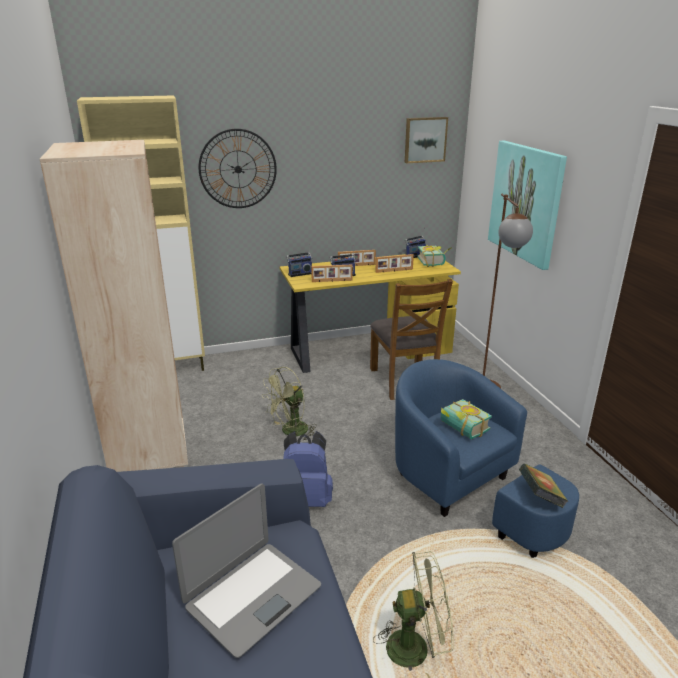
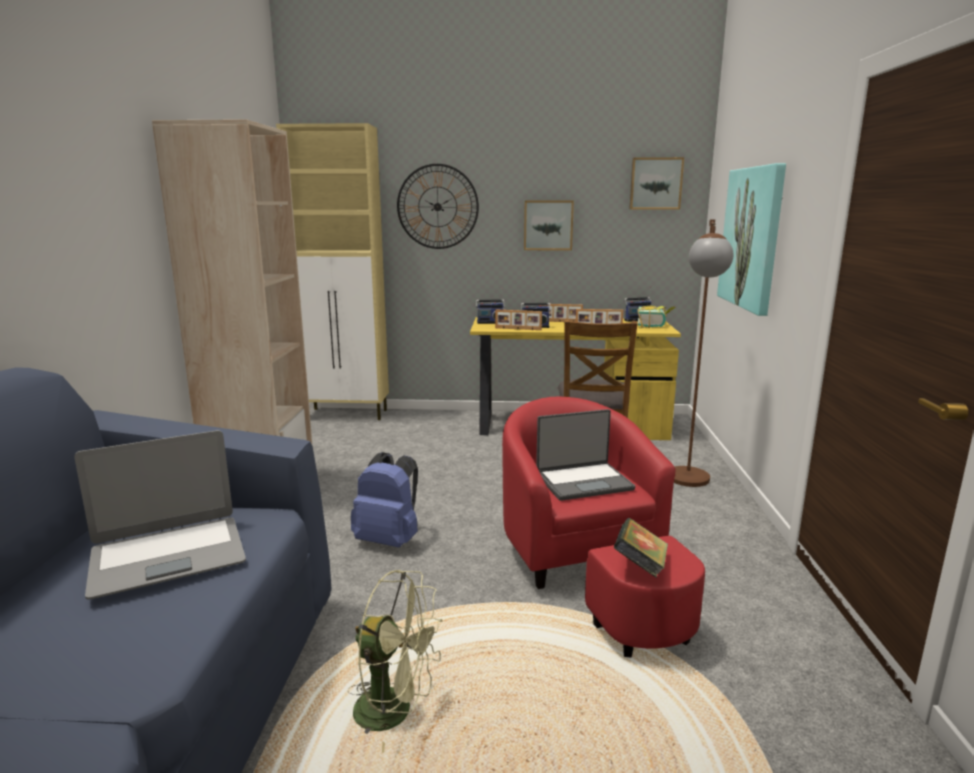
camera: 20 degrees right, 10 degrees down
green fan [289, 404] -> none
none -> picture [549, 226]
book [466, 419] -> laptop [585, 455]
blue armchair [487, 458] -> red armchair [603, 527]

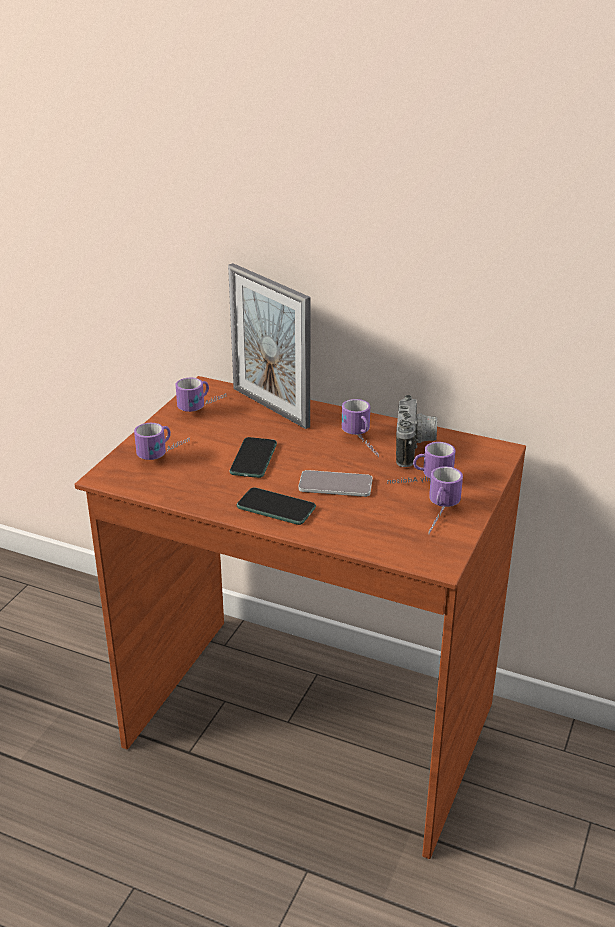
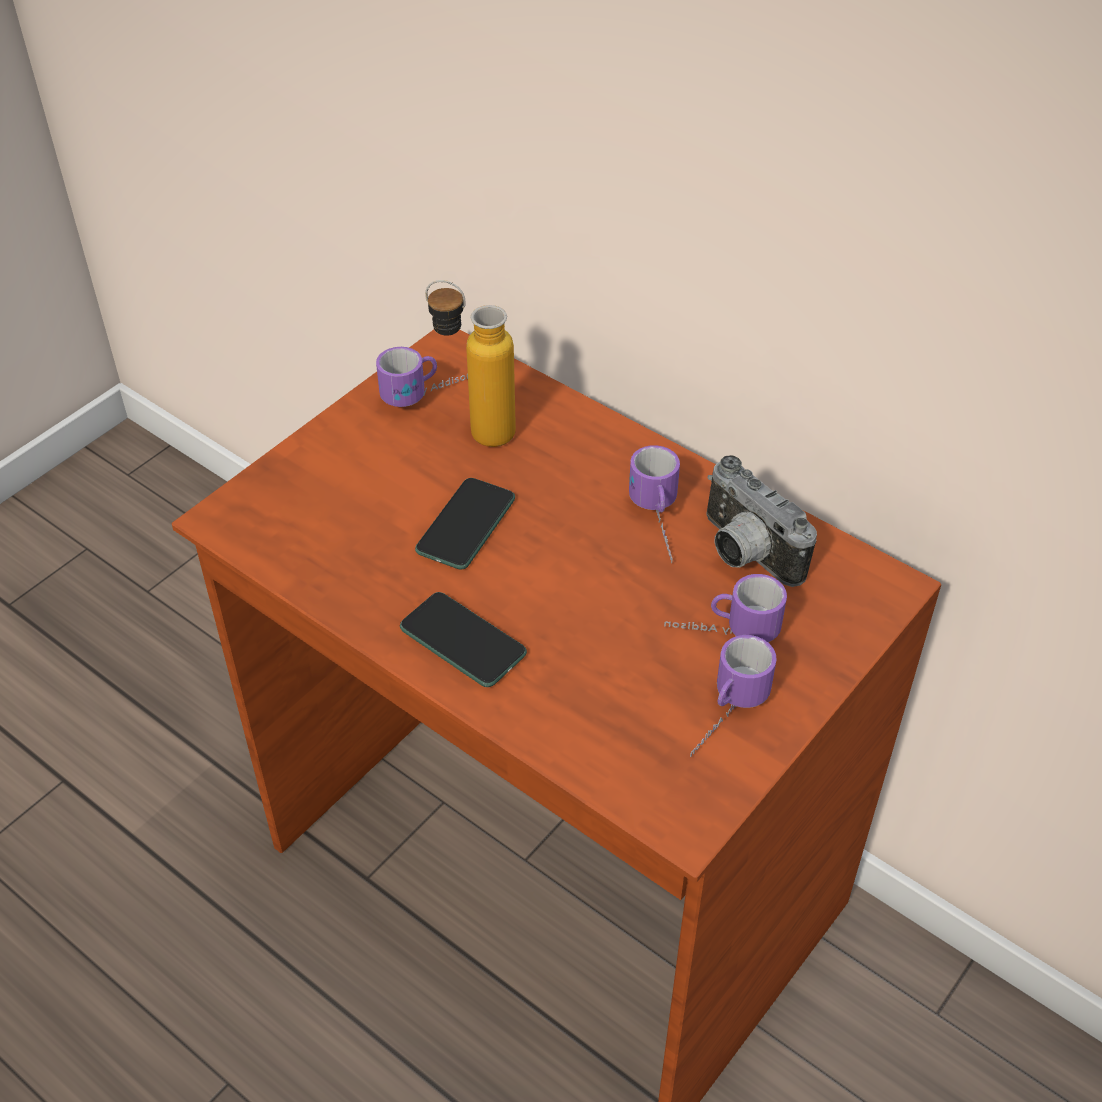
camera: 15 degrees right, 15 degrees up
mug [162, 441] -> none
picture frame [269, 346] -> none
phone [335, 483] -> none
none -> bottle [470, 363]
photo camera [416, 431] -> photo camera [761, 521], 120 degrees clockwise

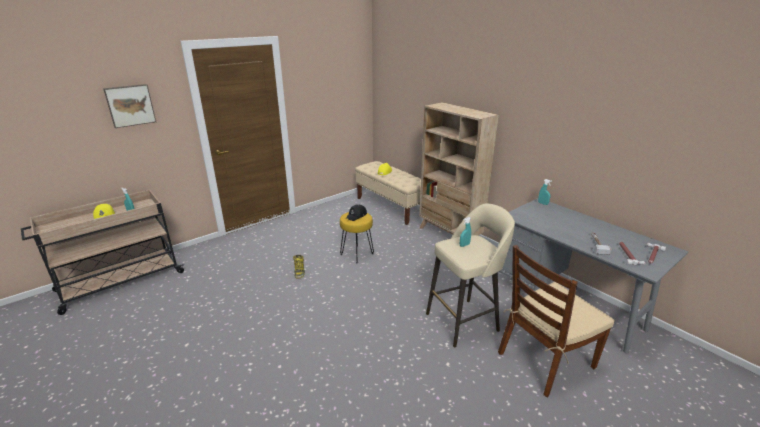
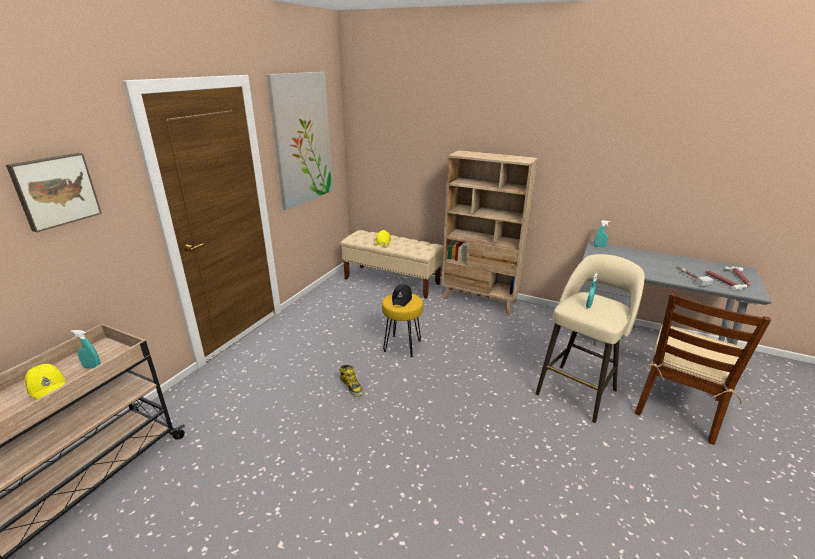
camera: 25 degrees left, 0 degrees up
none -> picture [300, 141]

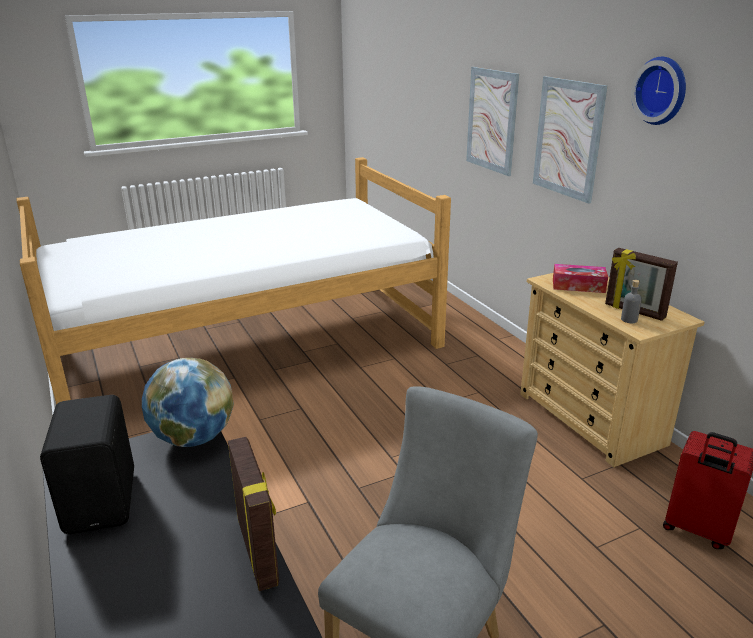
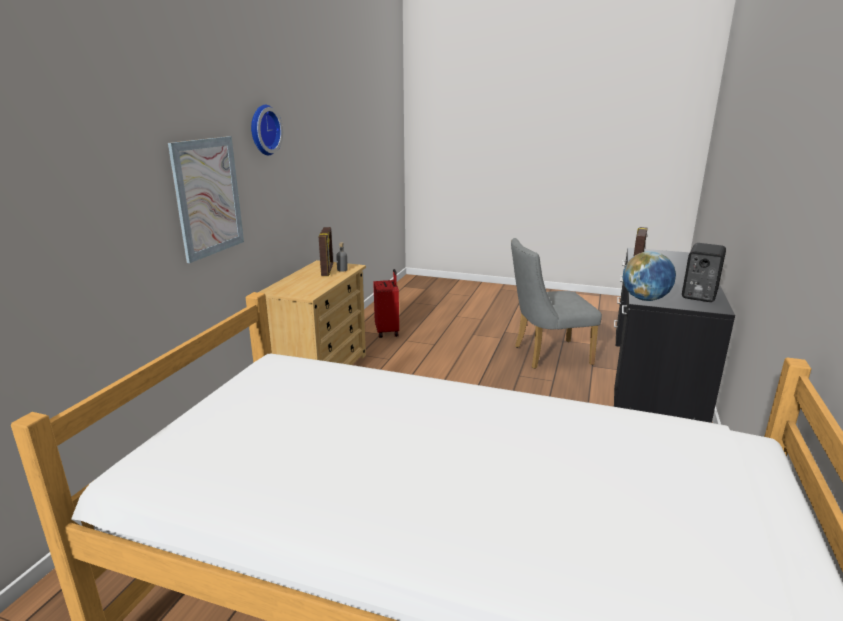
camera: 135 degrees left, 5 degrees down
picture [492, 121] -> none
tissue box [580, 278] -> none

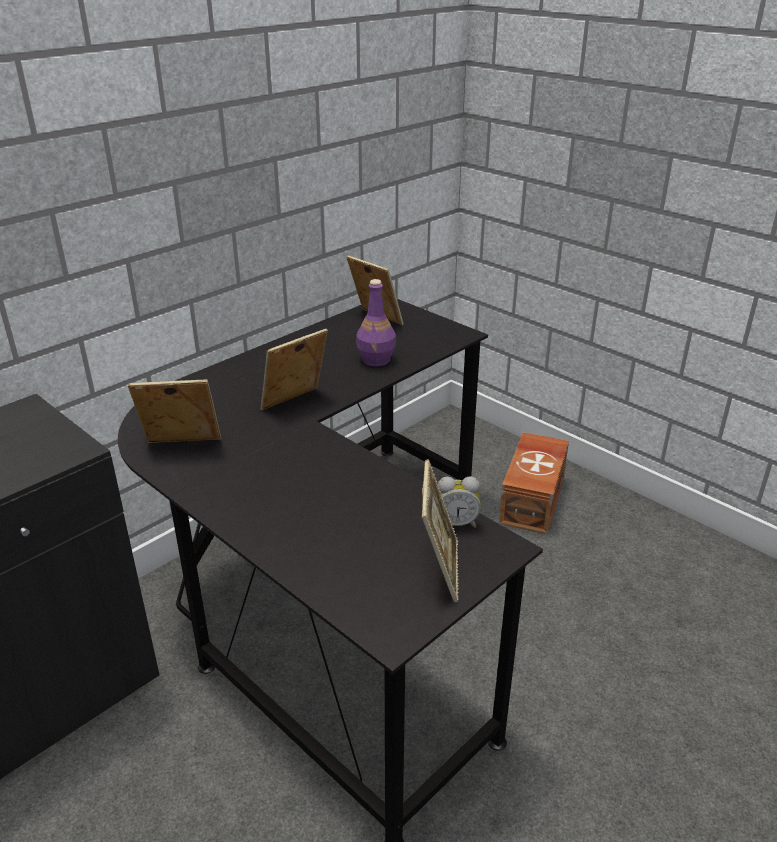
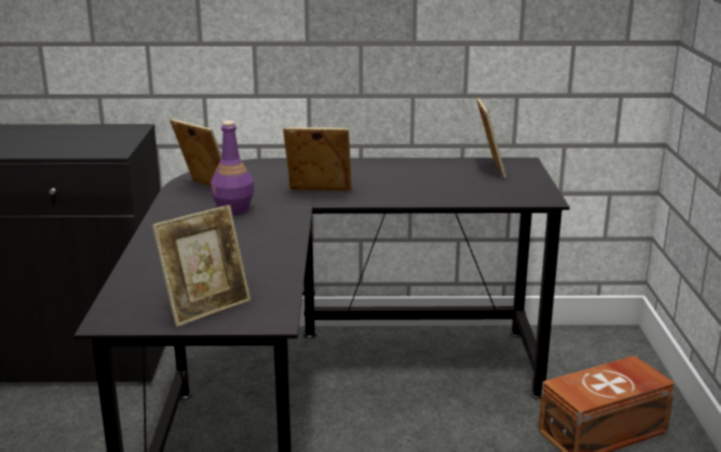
camera: 45 degrees right, 10 degrees down
alarm clock [459, 502] -> none
purple bottle [376, 323] -> purple bottle [232, 168], relocated

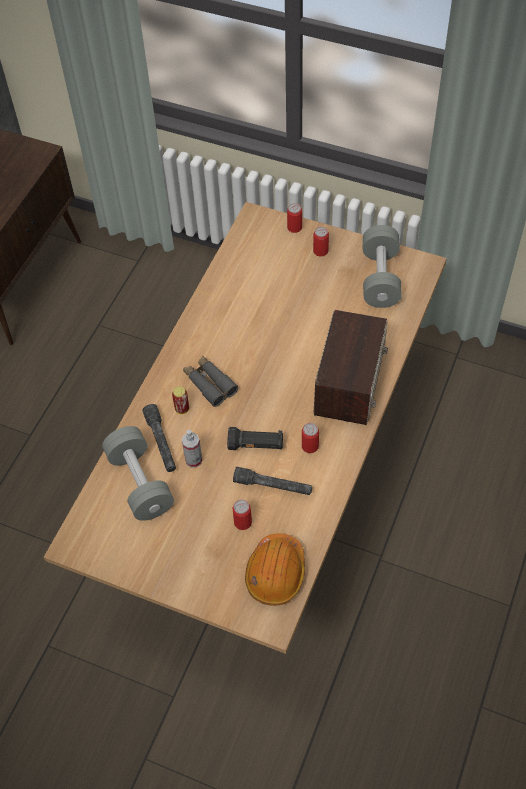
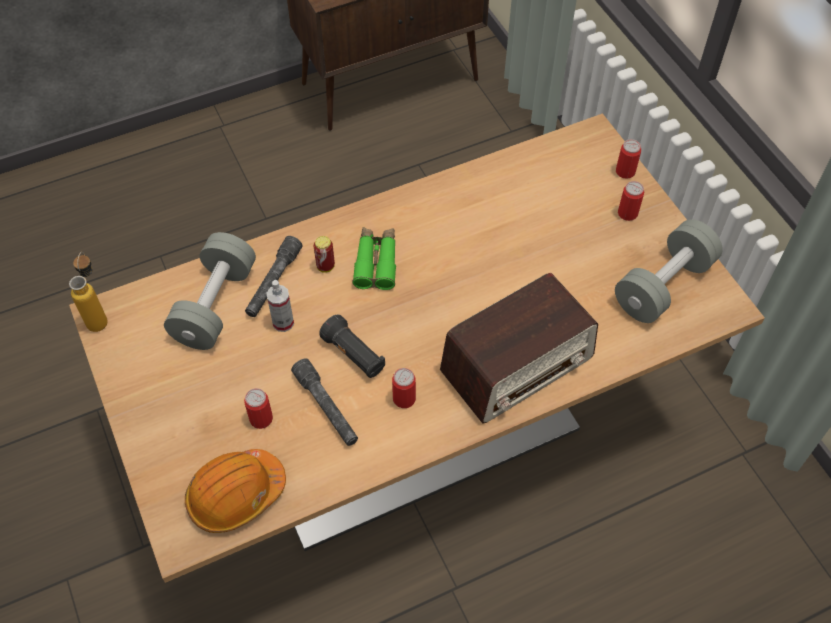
camera: 40 degrees right, 0 degrees up
none -> bottle [88, 292]
grey binoculars [210, 381] -> green binoculars [374, 258]

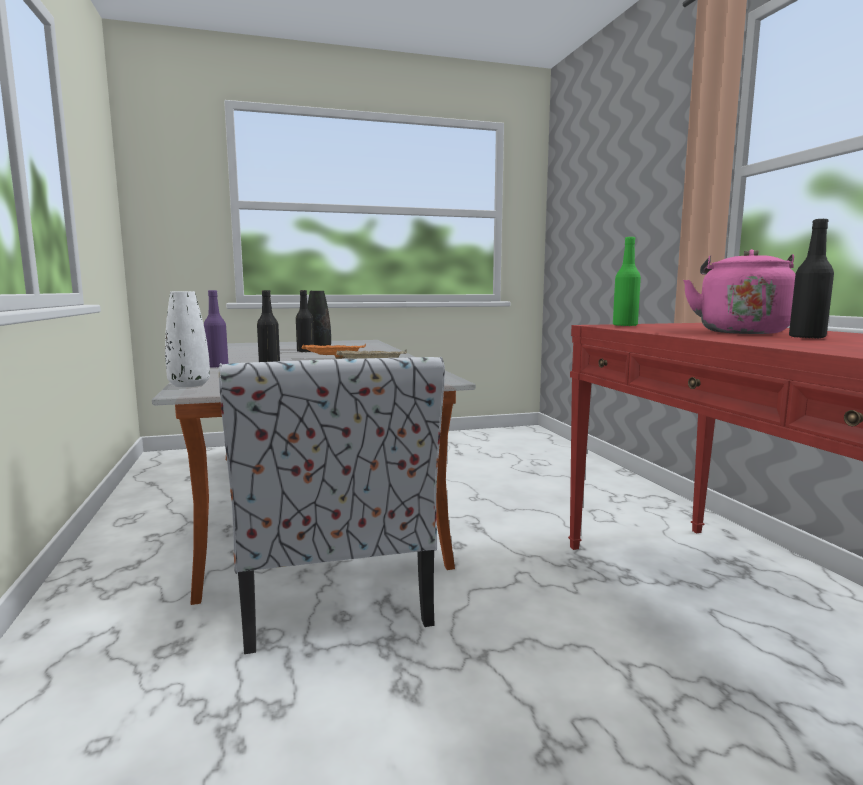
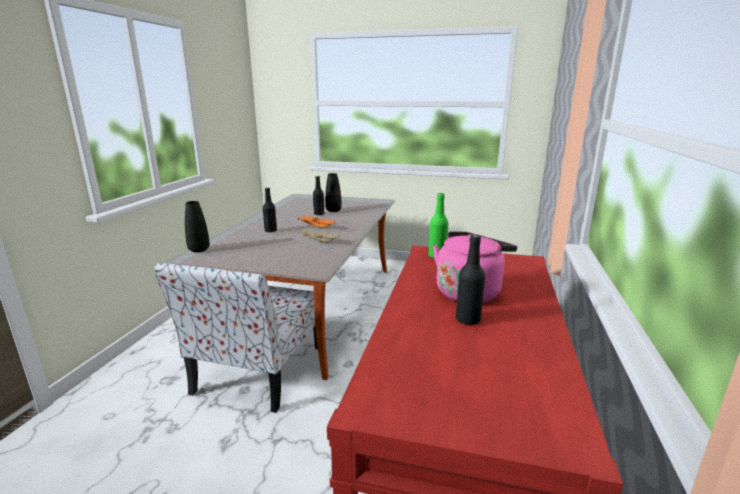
camera: 30 degrees right, 10 degrees up
purple bottle [216, 329] -> none
white vase [187, 339] -> black vase [197, 226]

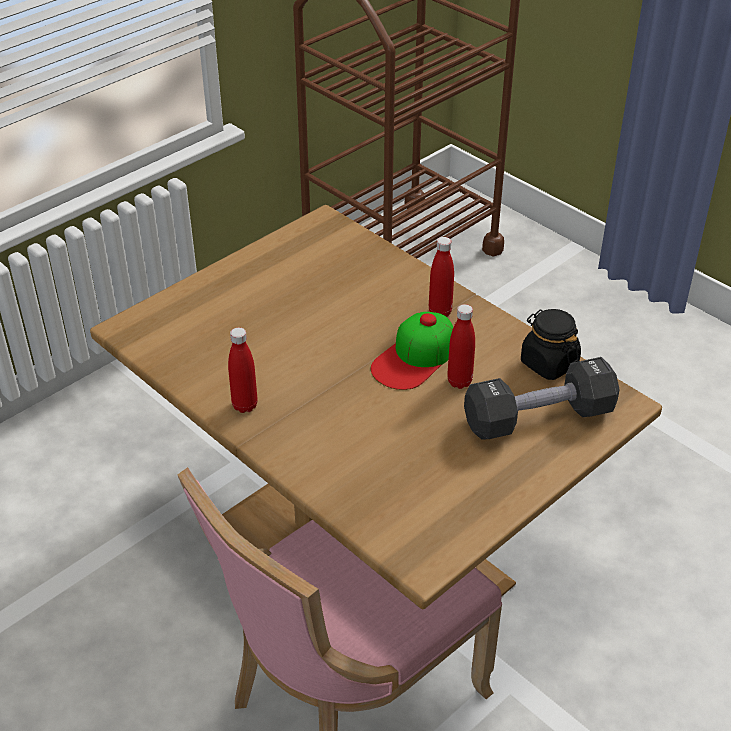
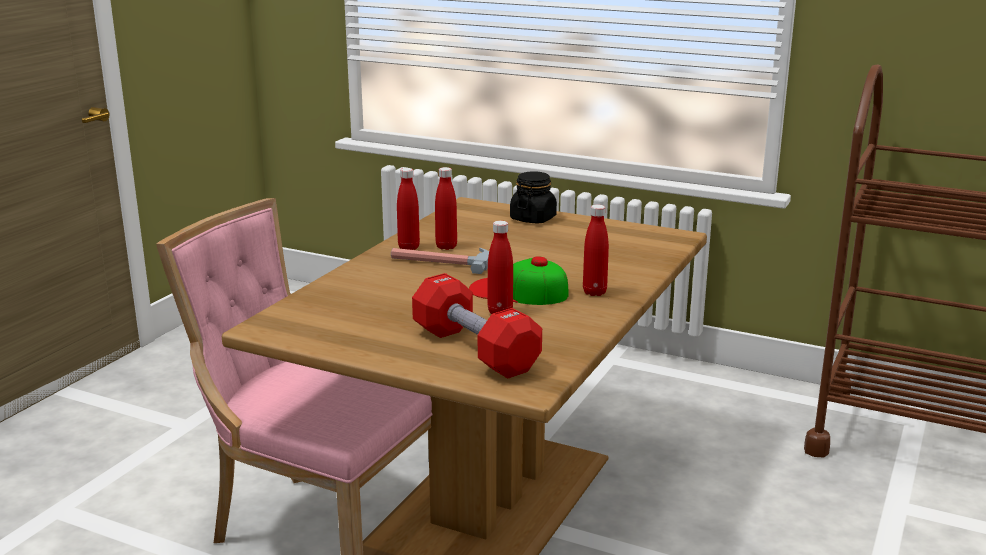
camera: 70 degrees right, 20 degrees down
none -> hammer [440, 261]
none -> red bottle [446, 208]
black jar [551, 344] -> black jar [533, 197], relocated
black dumbbell [542, 398] -> red dumbbell [477, 325]

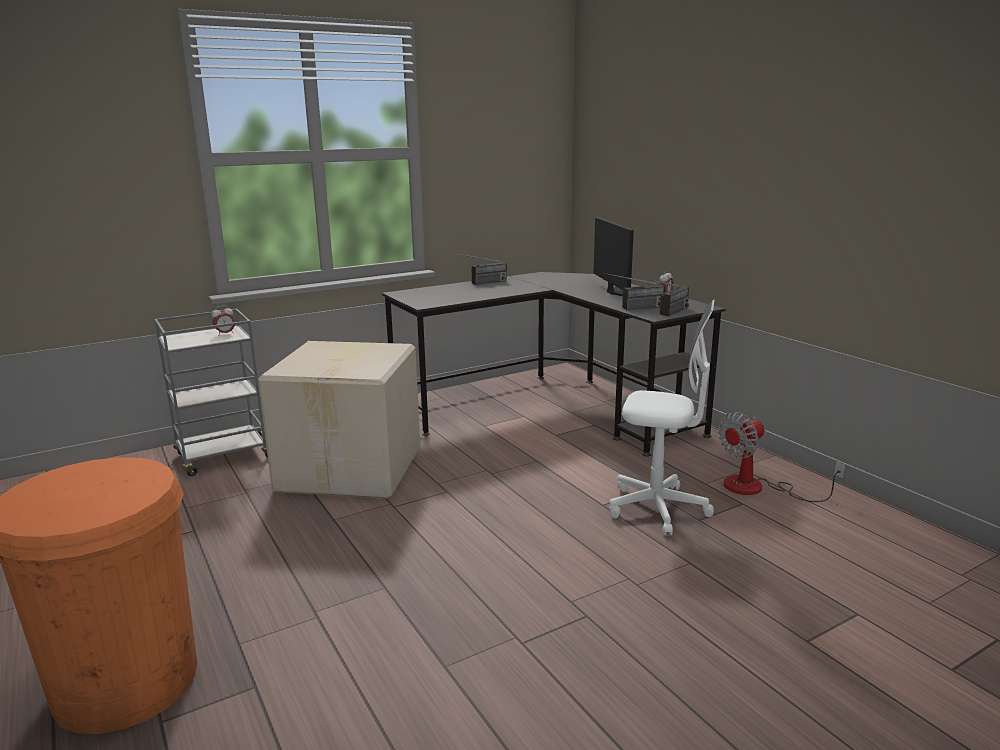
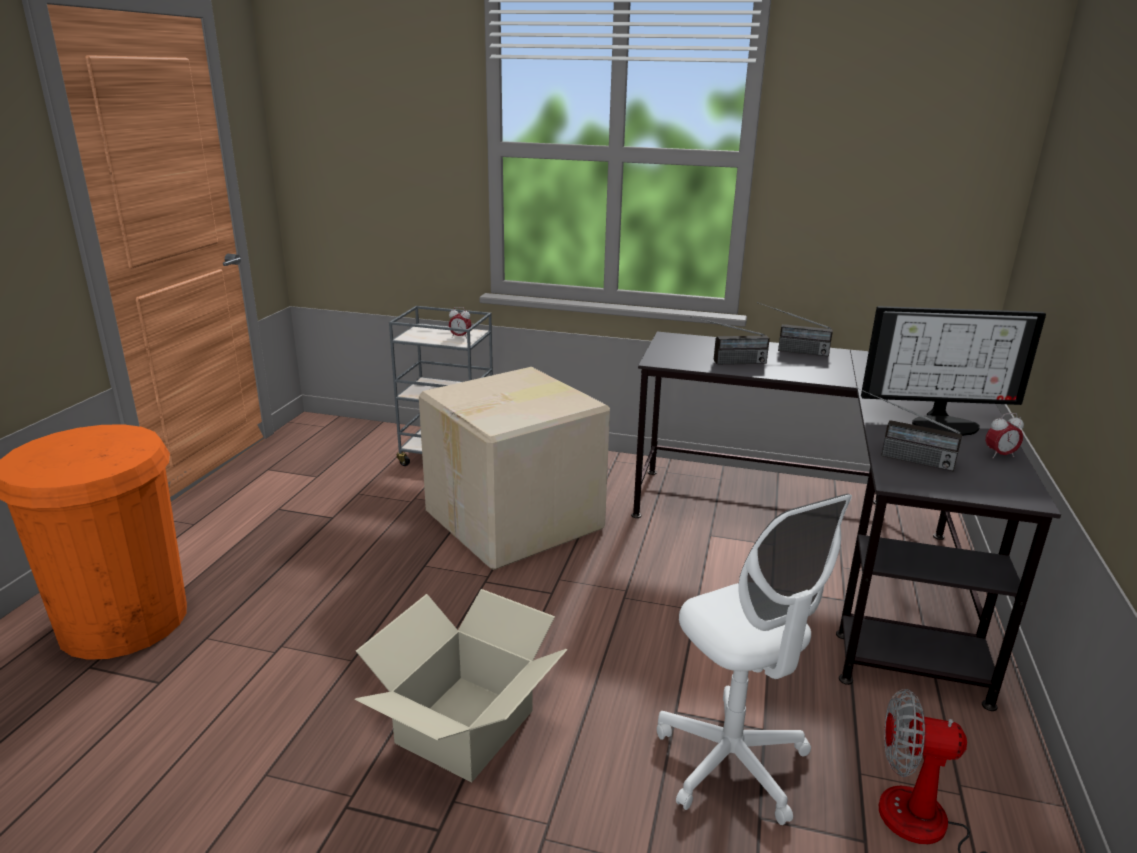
camera: 45 degrees right, 5 degrees up
none -> cardboard box [461, 685]
radio [670, 298] -> radio [730, 340], relocated
monitor [614, 256] -> monitor [953, 371], 60 degrees clockwise

